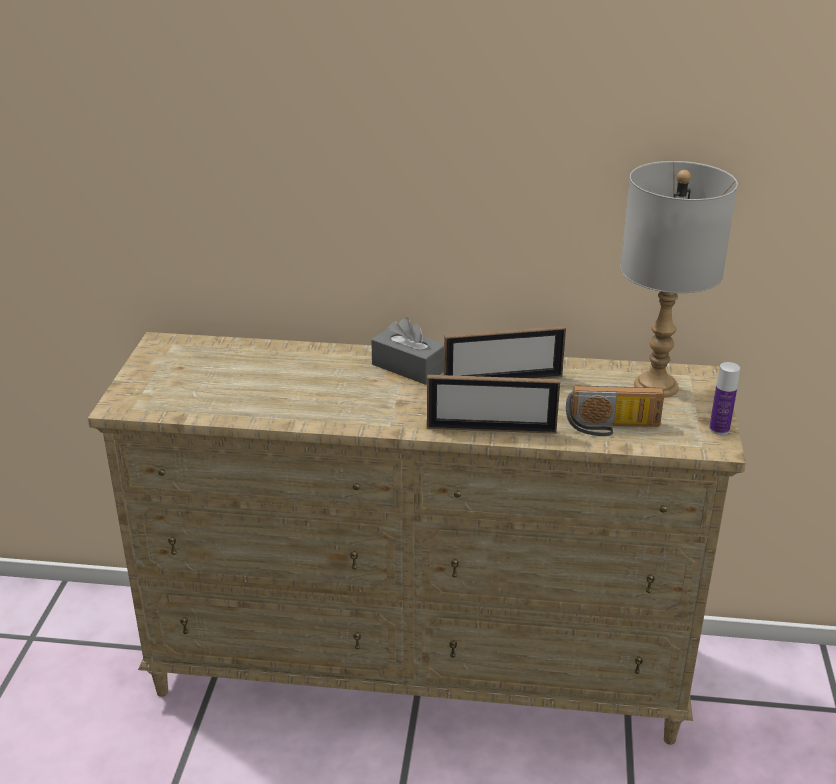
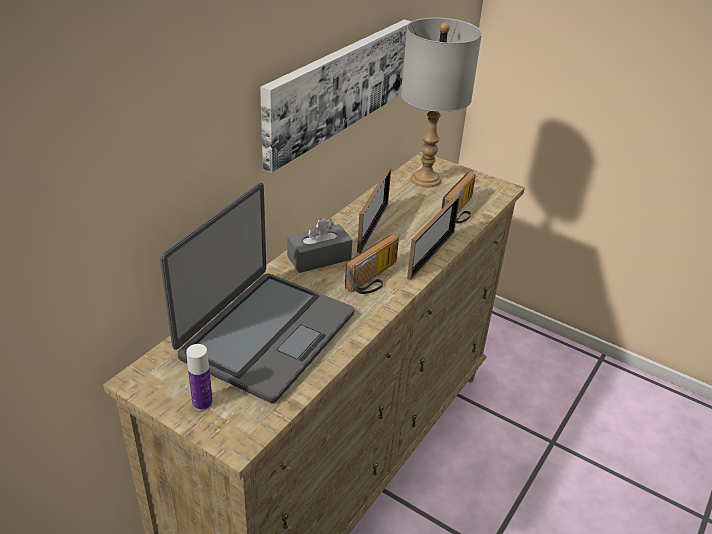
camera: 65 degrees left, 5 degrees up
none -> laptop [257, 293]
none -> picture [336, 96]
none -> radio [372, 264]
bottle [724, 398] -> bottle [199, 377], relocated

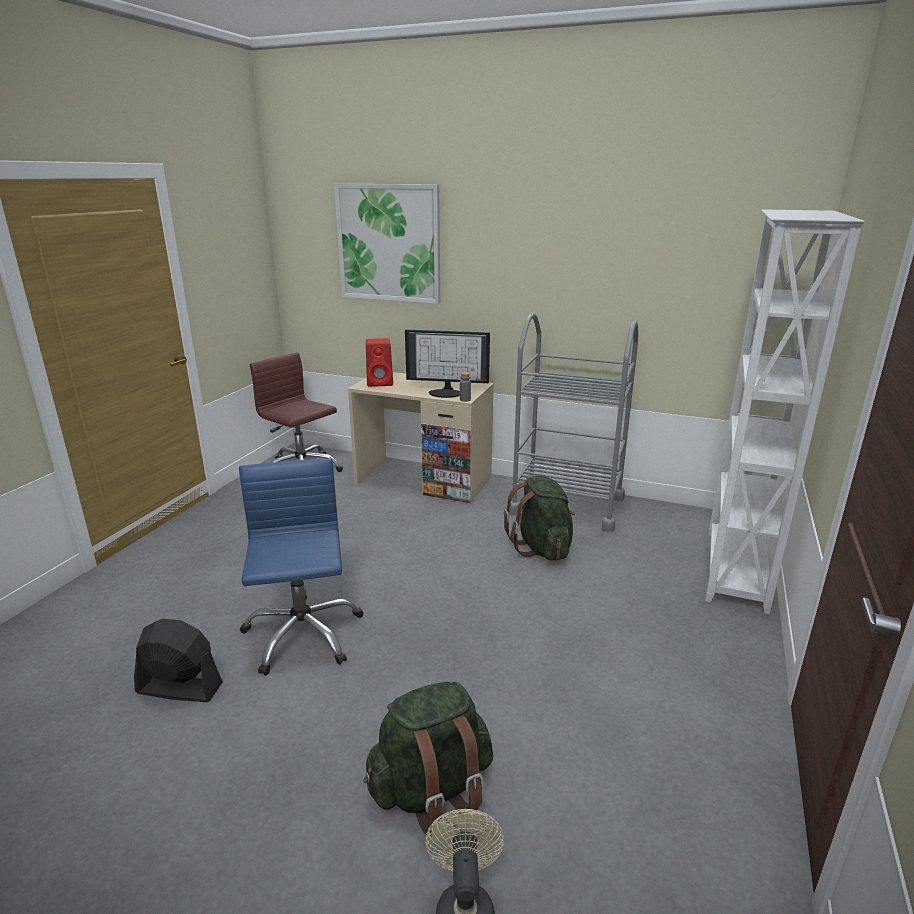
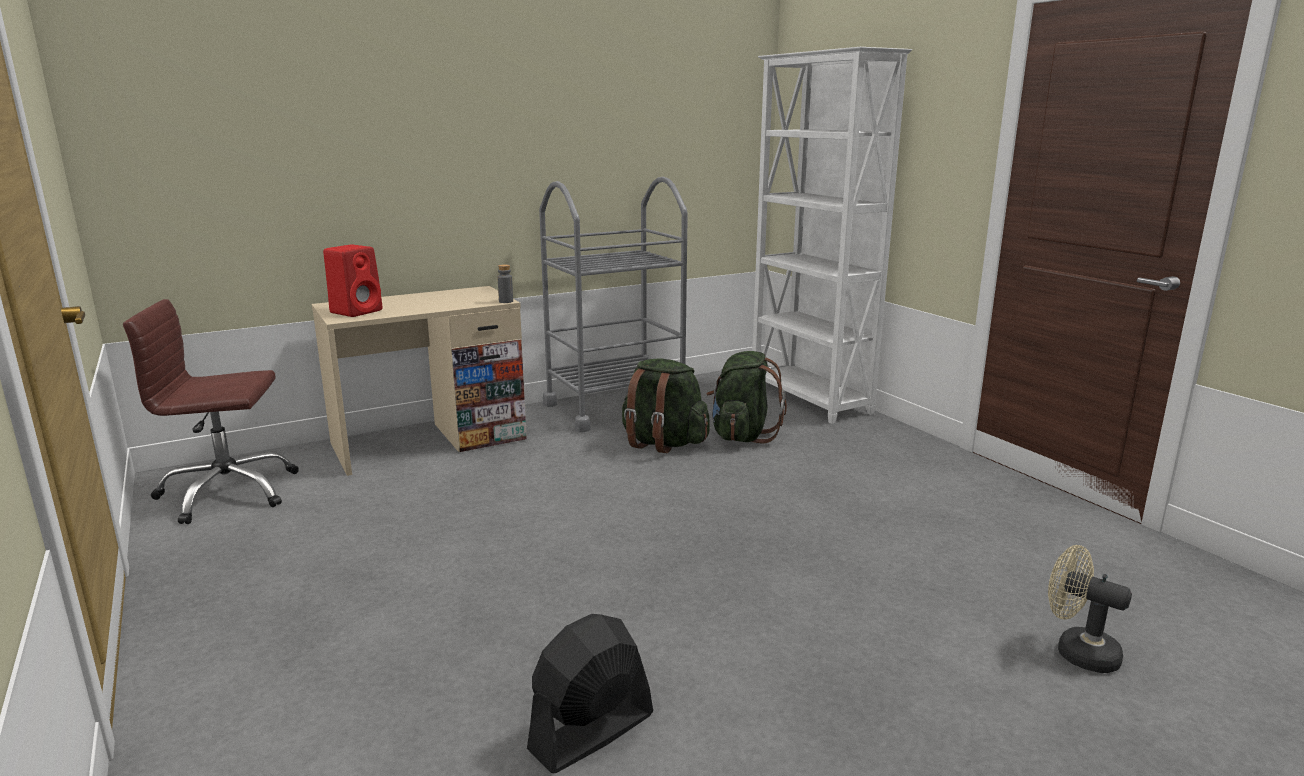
camera: 50 degrees left, 5 degrees down
blue office chair [301, 567] -> none
picture [387, 244] -> none
monitor [447, 364] -> none
green backpack [428, 758] -> green backpack [746, 397], relocated

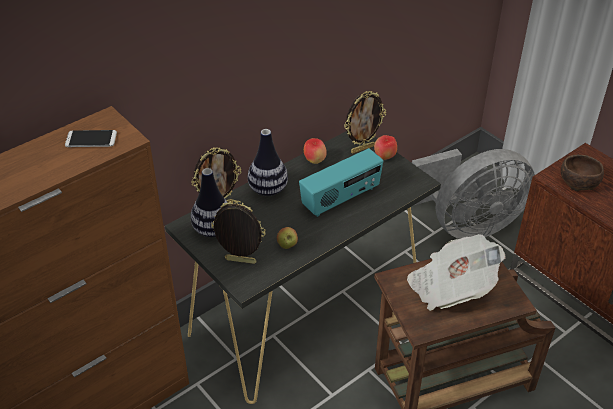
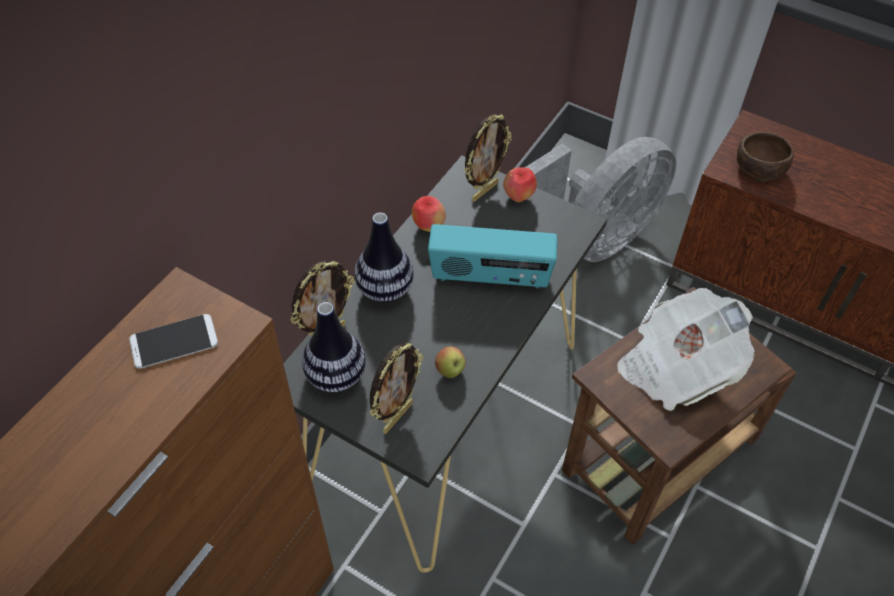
camera: 20 degrees left, 10 degrees up
picture frame [238, 232] -> picture frame [396, 388], 135 degrees clockwise
radio [341, 182] -> radio [492, 256], 60 degrees clockwise

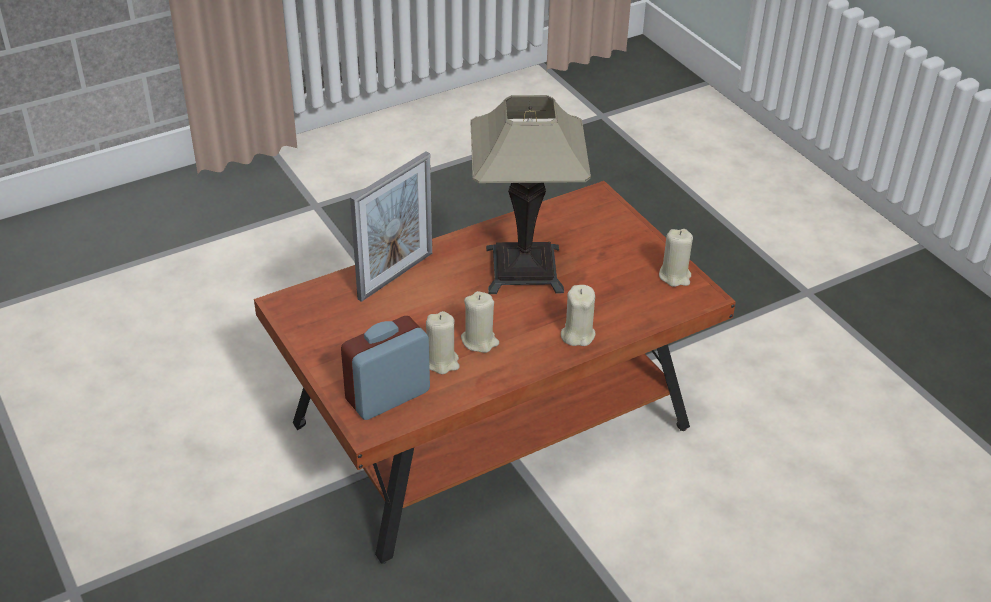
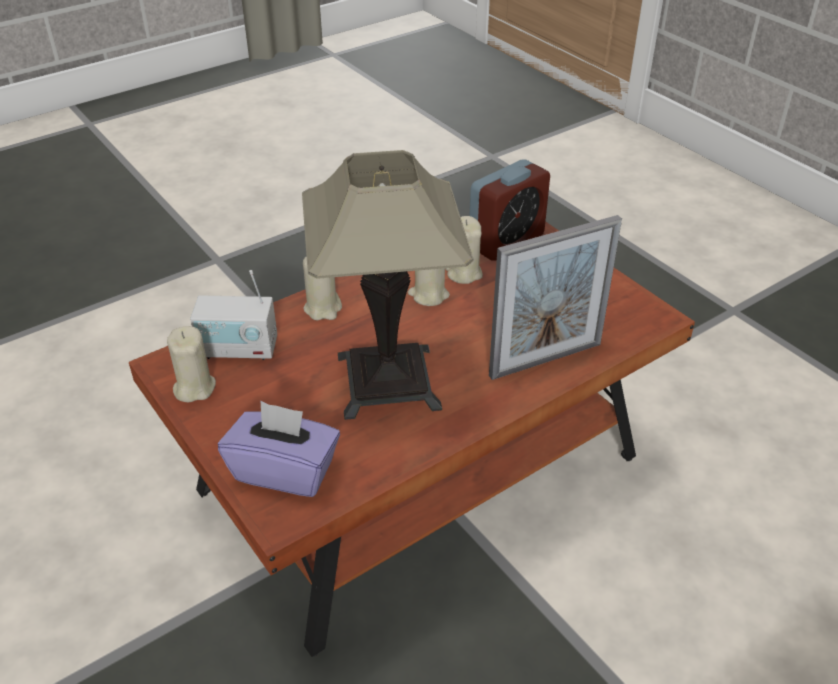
camera: 175 degrees right, 0 degrees up
none -> radio [233, 315]
none -> purple tissue box [279, 449]
picture frame [391, 226] -> picture frame [555, 297], 150 degrees counterclockwise

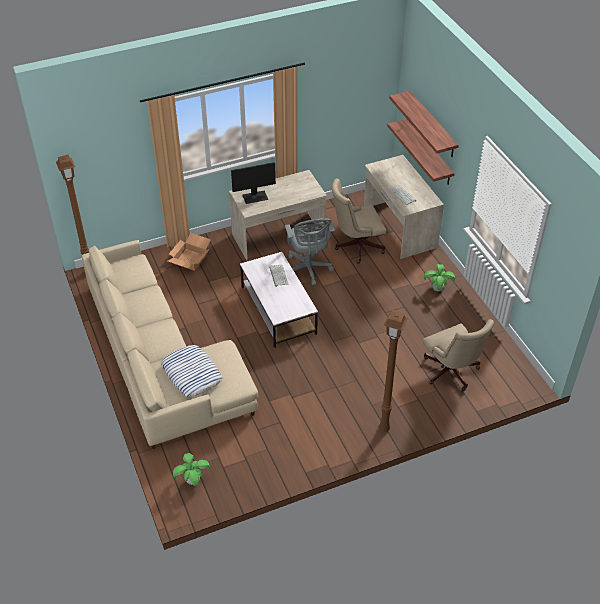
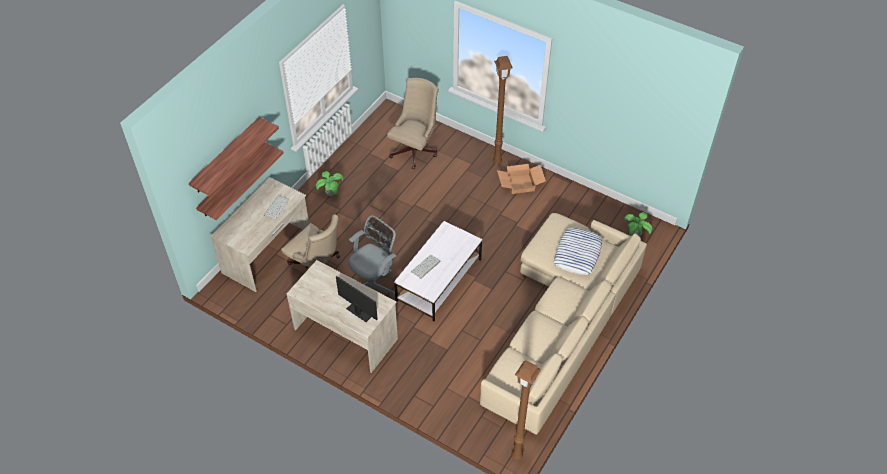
camera: 125 degrees left, 5 degrees up
cardboard box [189, 252] -> cardboard box [521, 179], relocated

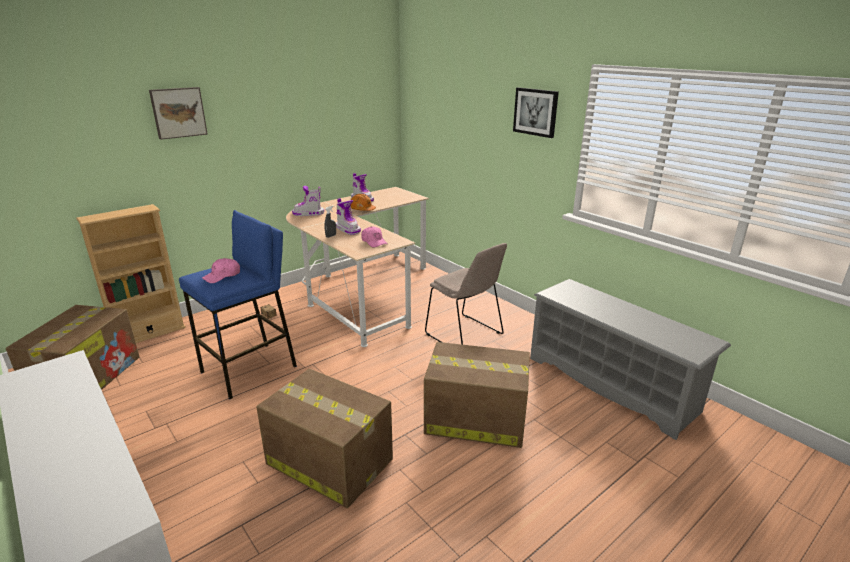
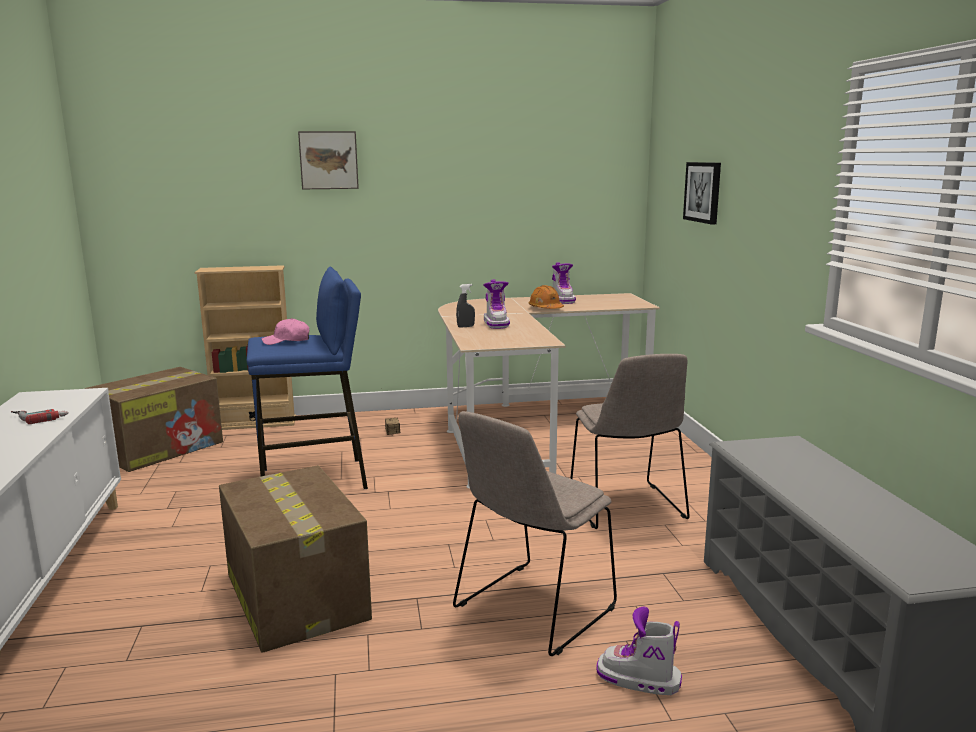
camera: 30 degrees right, 10 degrees down
pink cap [374, 236] -> none
none -> power drill [40, 416]
boot [308, 201] -> boot [639, 651], relocated
picture [536, 112] -> picture [702, 193], relocated
cardboard box [477, 395] -> beige chair [535, 533]

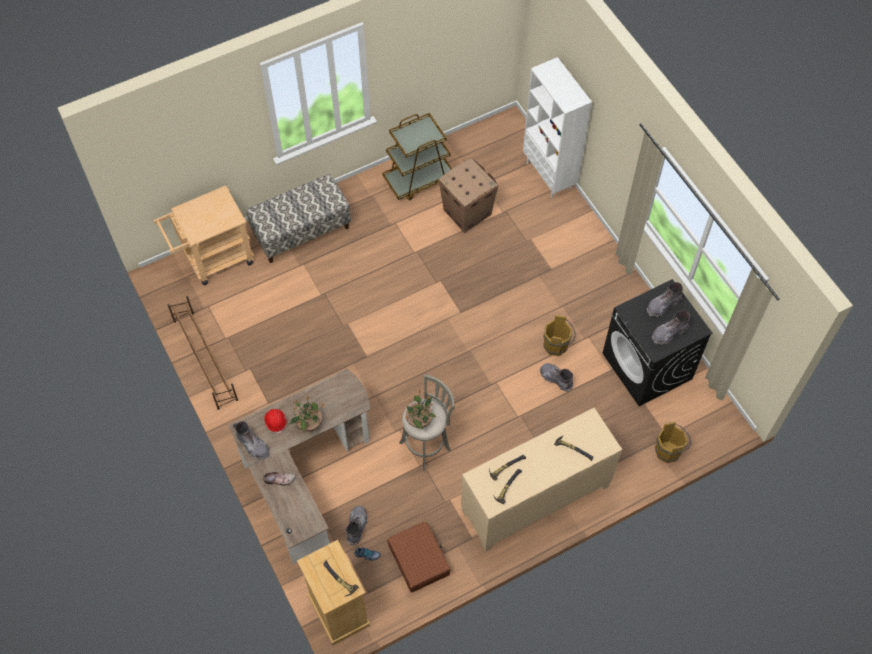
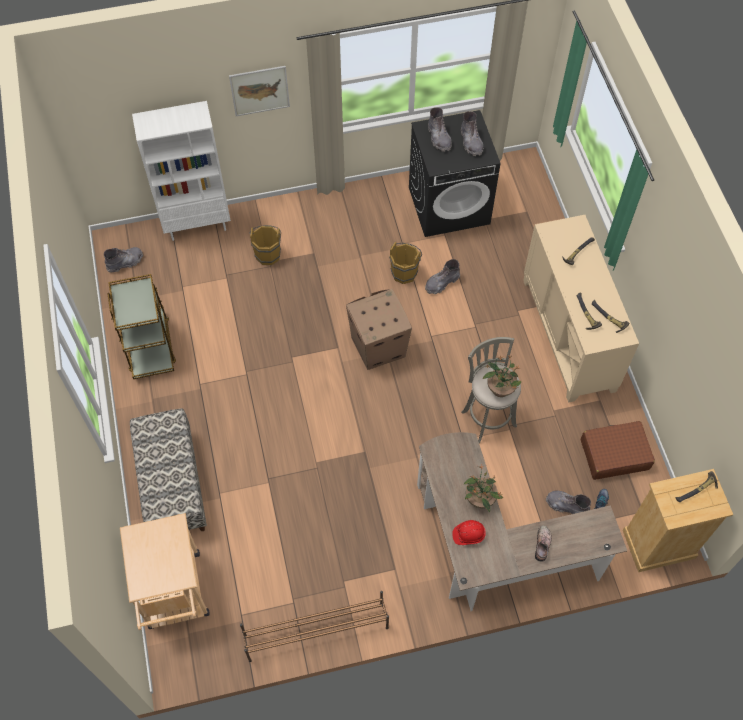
camera: 75 degrees left, 0 degrees up
none -> picture [259, 91]
grey boot [252, 440] -> grey boot [123, 260], relocated
cardboard box [468, 195] -> cardboard box [379, 329], relocated
brown bucket [673, 442] -> brown bucket [265, 245], relocated

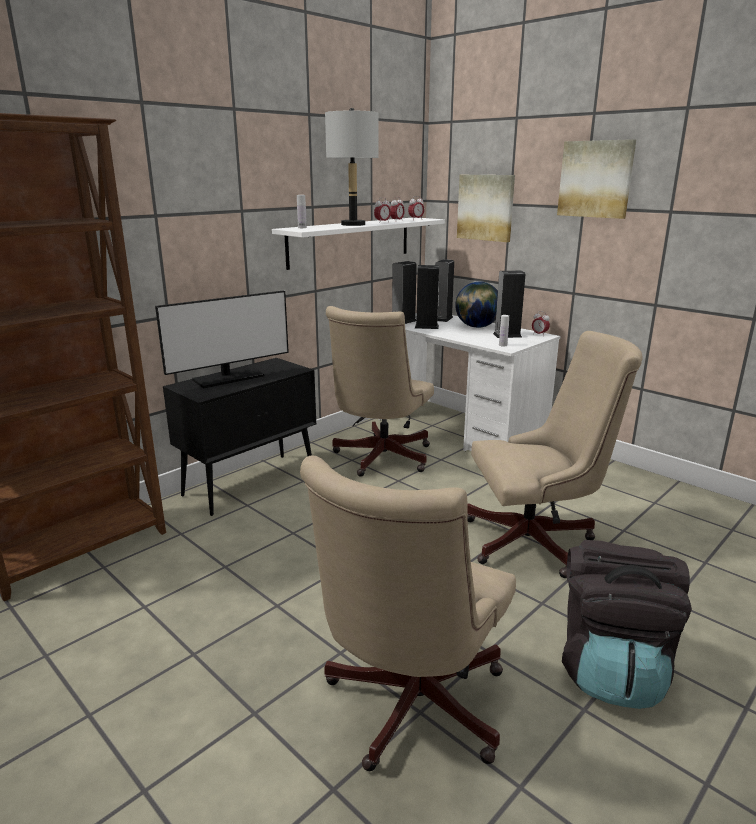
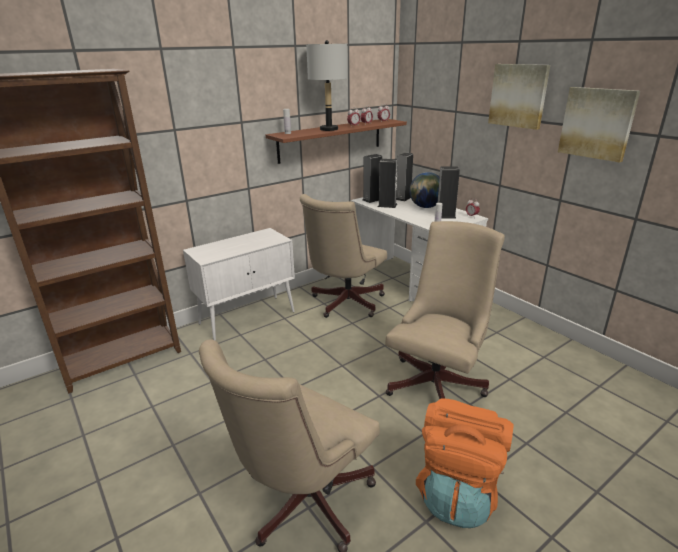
camera: 10 degrees right, 5 degrees up
monitor [222, 339] -> none
picture [486, 208] -> picture [599, 125], relocated
black cabinet [239, 437] -> white cabinet [239, 284]
white shelf [358, 244] -> brown shelf [336, 141]
black backpack [627, 624] -> orange backpack [465, 463]
beige office chair [555, 454] -> beige office chair [445, 310], 60 degrees counterclockwise

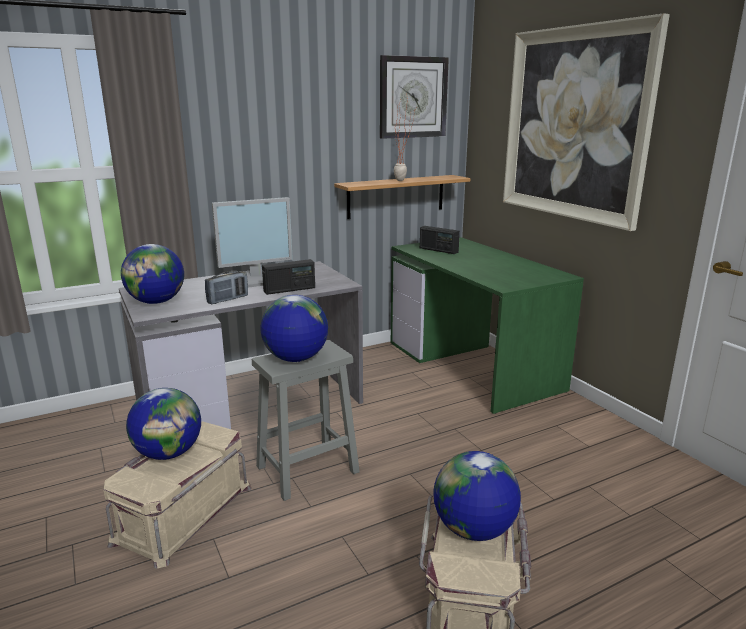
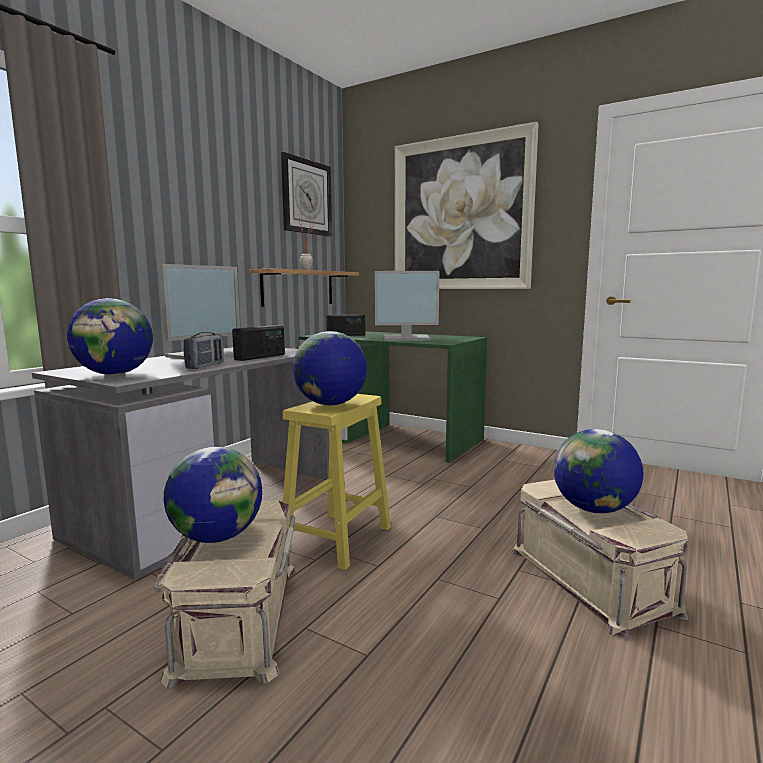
camera: 30 degrees left, 10 degrees down
none -> monitor [407, 306]
grey stool [306, 420] -> yellow stool [337, 482]

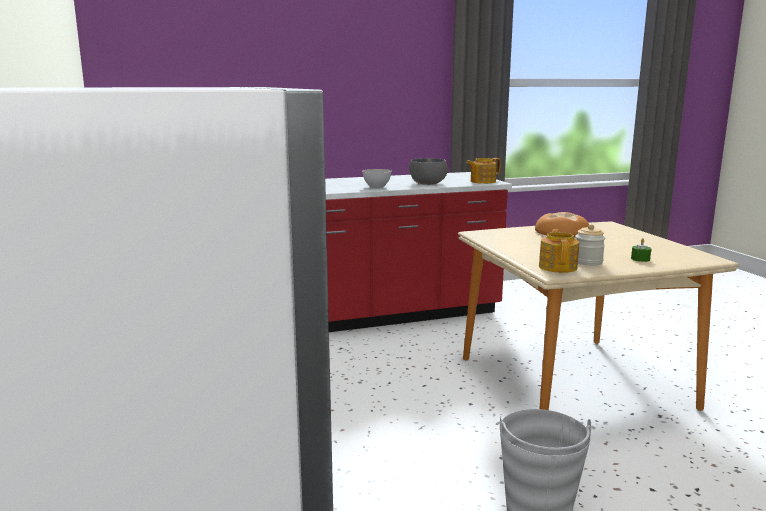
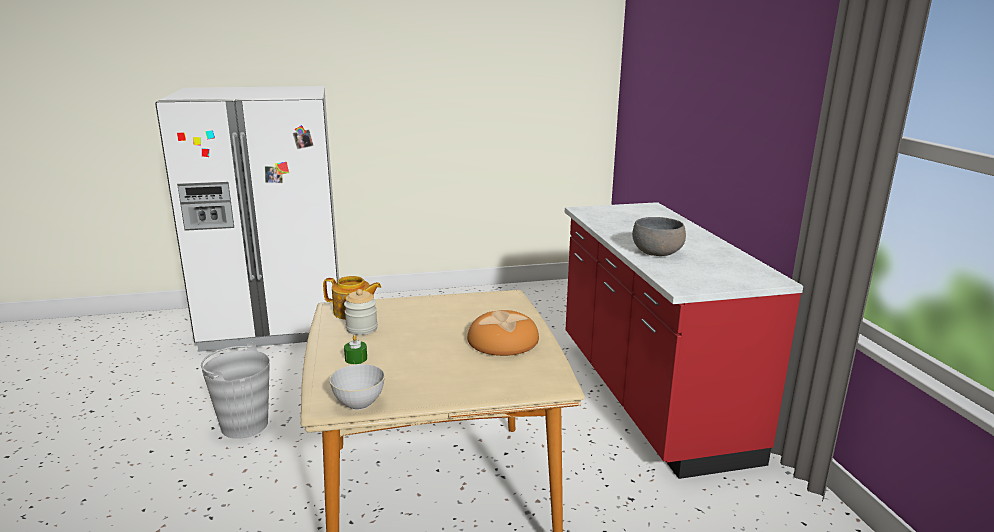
camera: 95 degrees right, 5 degrees up
teapot [483, 171] -> none
grey bowl [376, 178] -> grey bowl [357, 387], relocated

